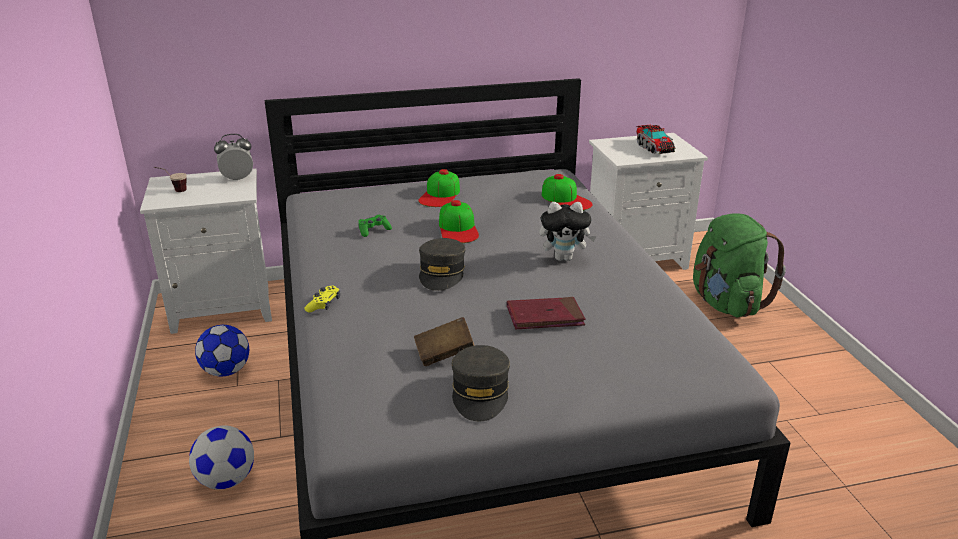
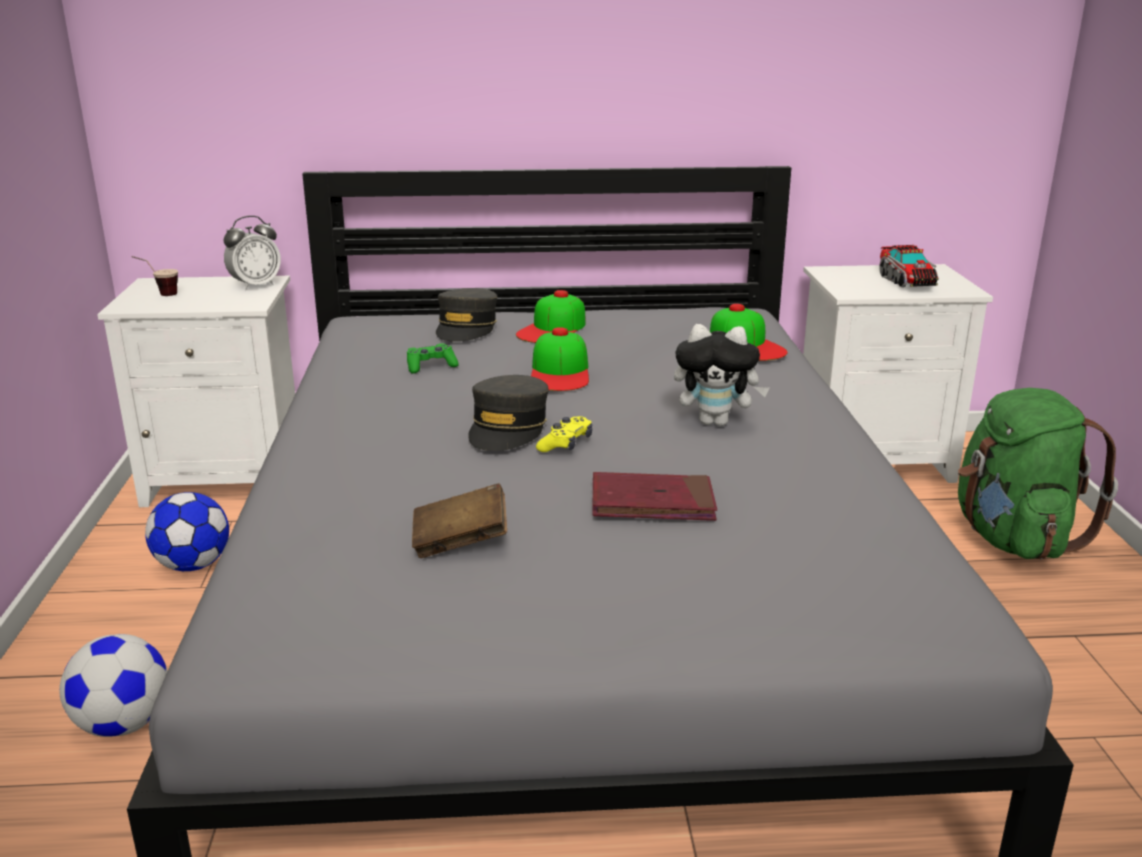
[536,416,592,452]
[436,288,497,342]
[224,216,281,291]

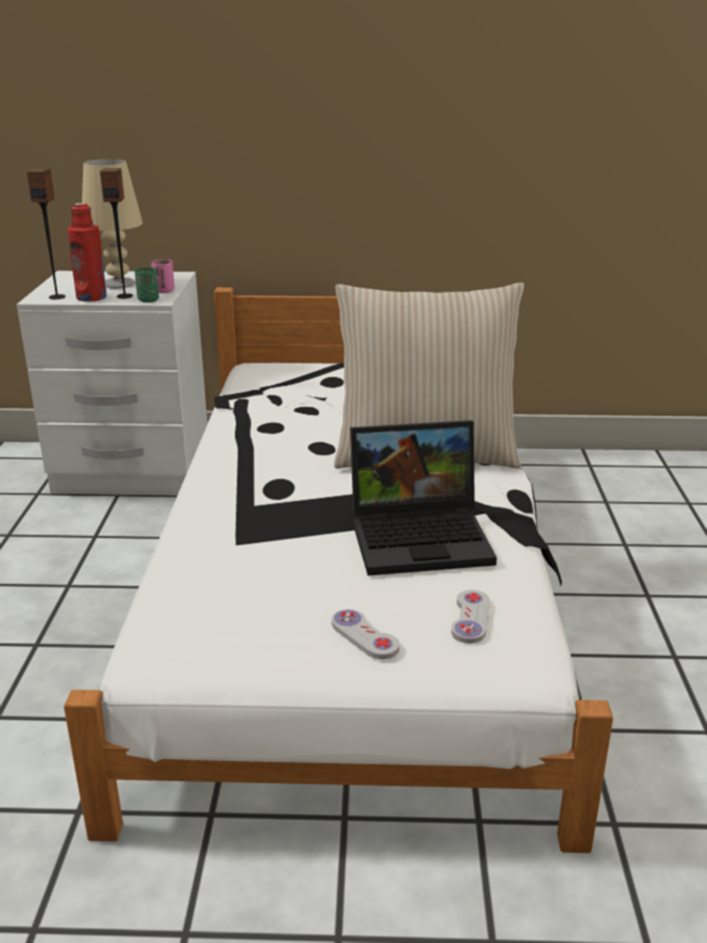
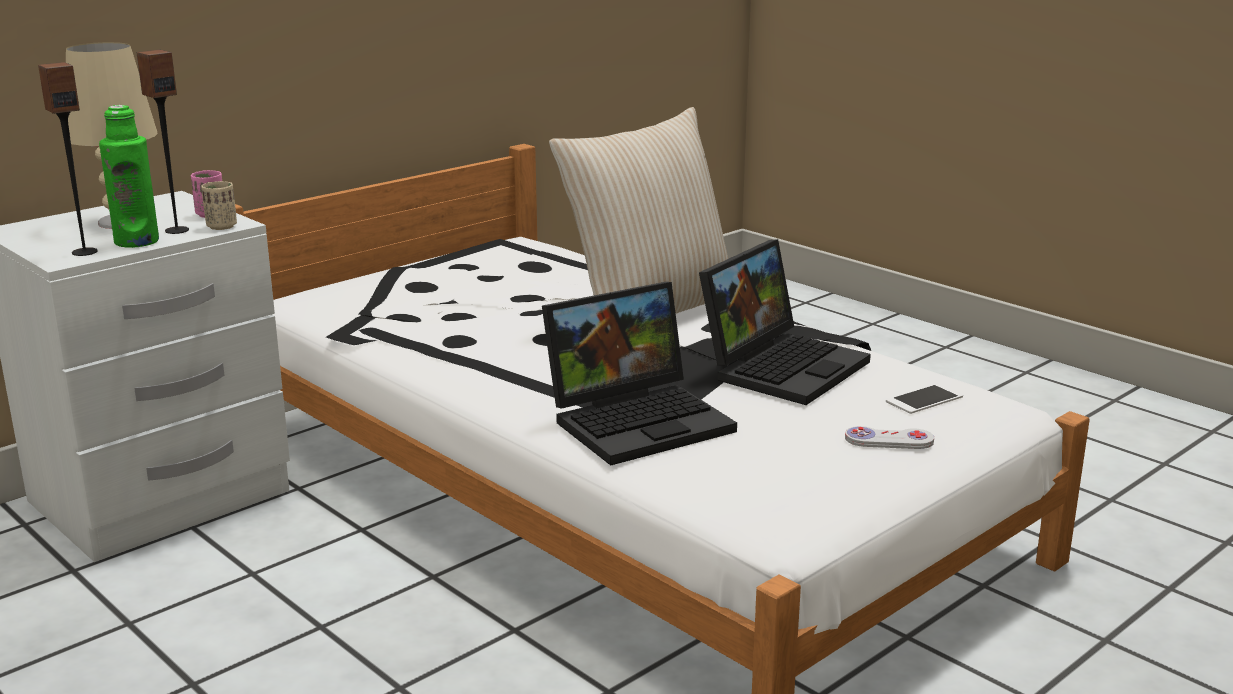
[542,282,737,465]
[886,384,963,414]
[99,105,159,248]
[201,181,237,230]

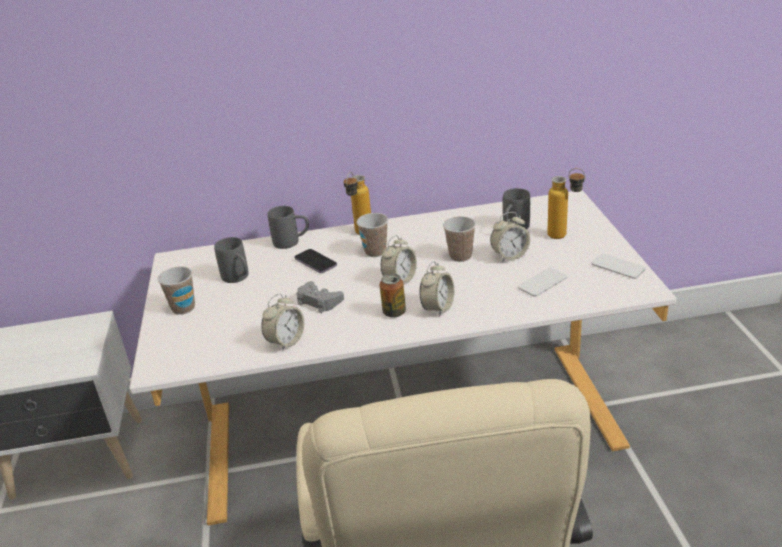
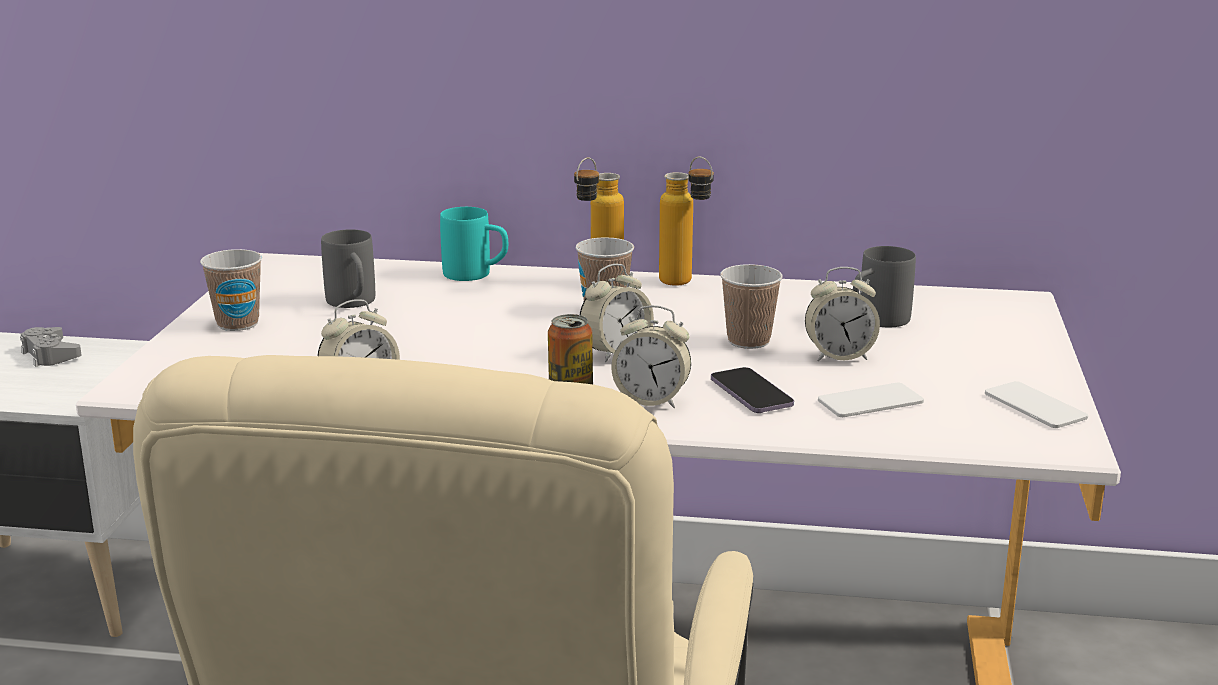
[711,367,794,413]
[20,327,82,367]
[659,157,714,286]
[440,207,508,281]
[611,305,691,408]

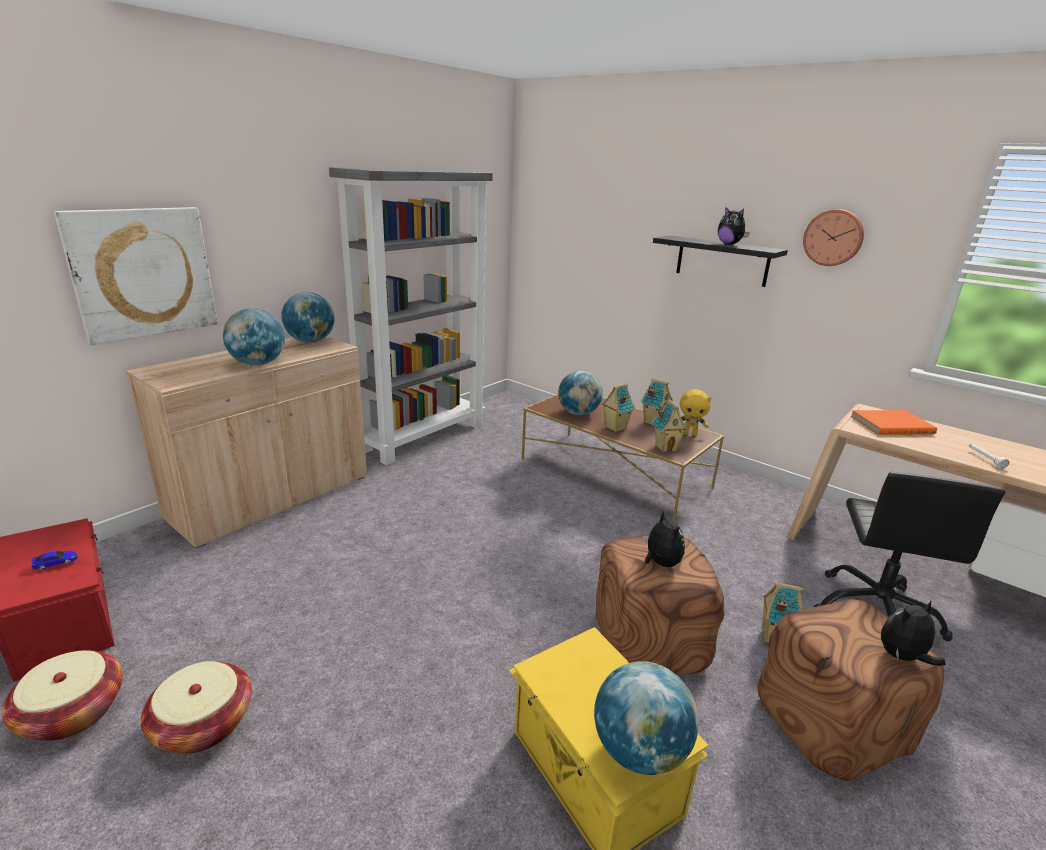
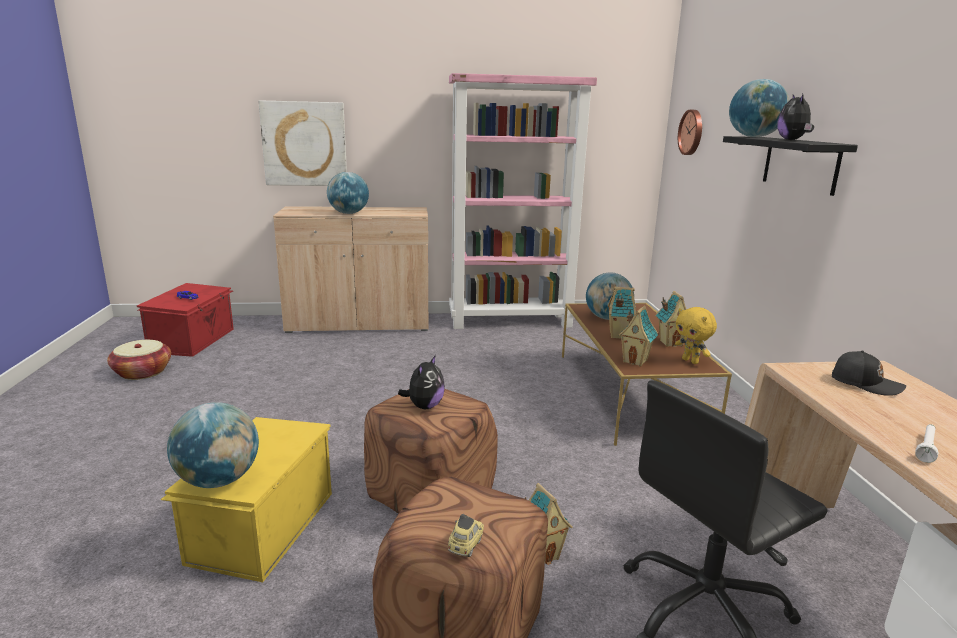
[141,661,252,754] (first image)
[729,79,789,137]
[678,110,702,155]
[832,350,906,396]
[448,514,484,557]
[449,73,597,329]

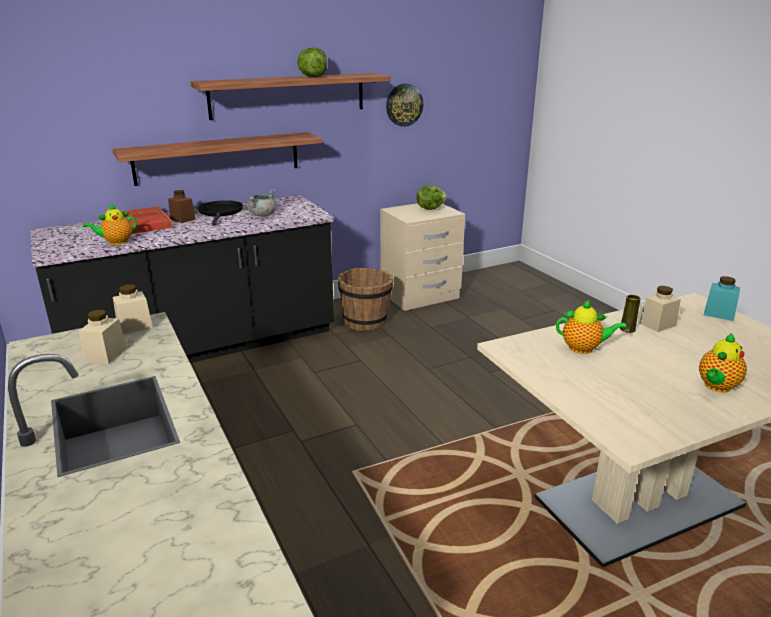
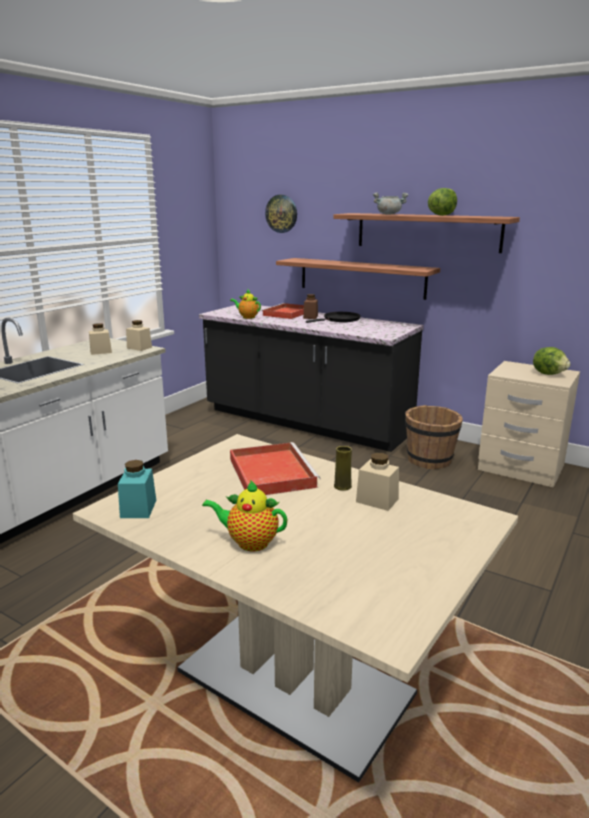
[373,193,408,215]
[265,195,297,233]
[118,460,156,518]
[230,442,320,495]

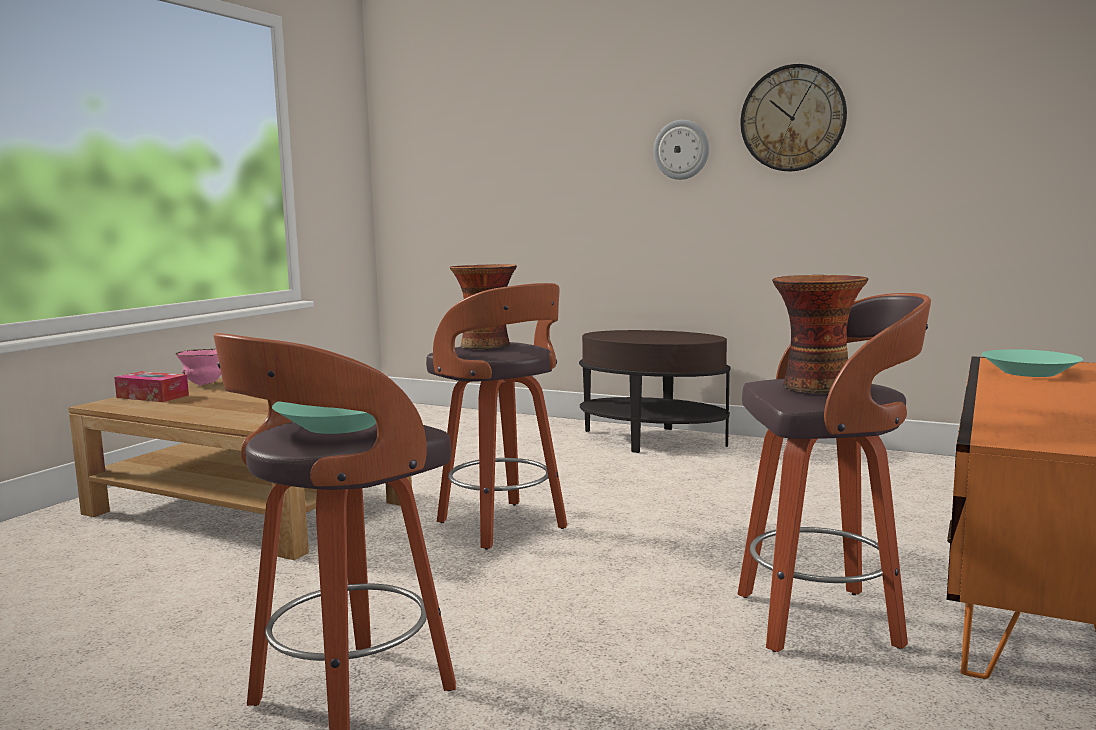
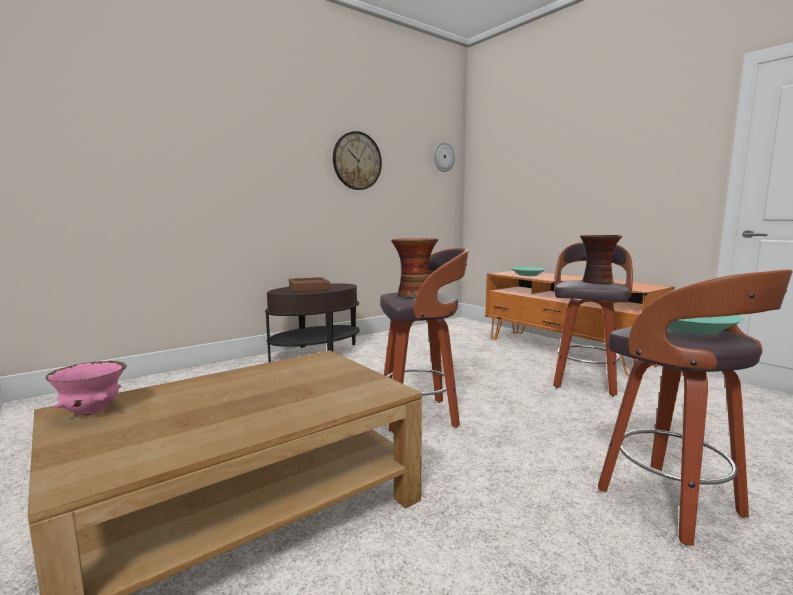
[114,371,189,402] (first image)
[289,277,330,292]
[433,142,455,172]

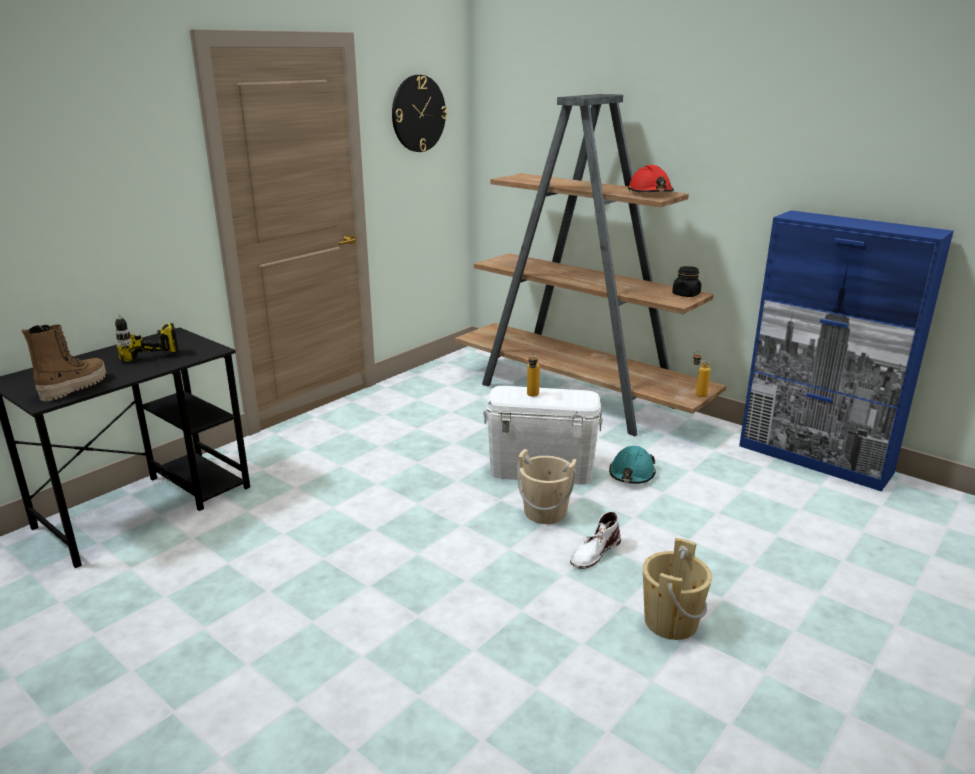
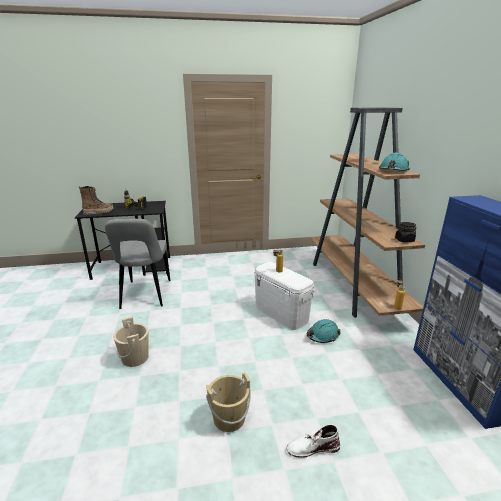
[392,75,447,152] (first image)
[105,219,170,309]
[113,317,149,367]
[286,424,340,458]
[379,153,410,171]

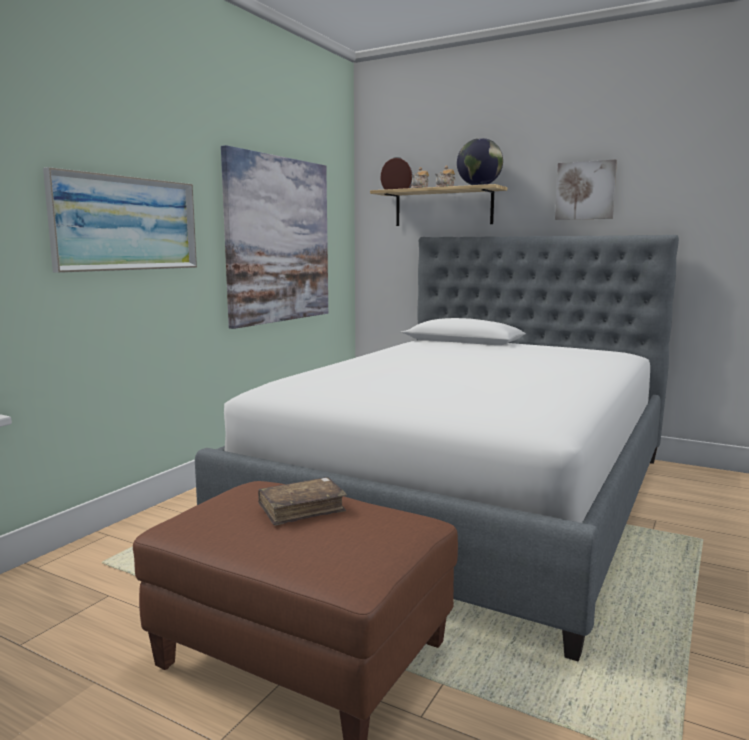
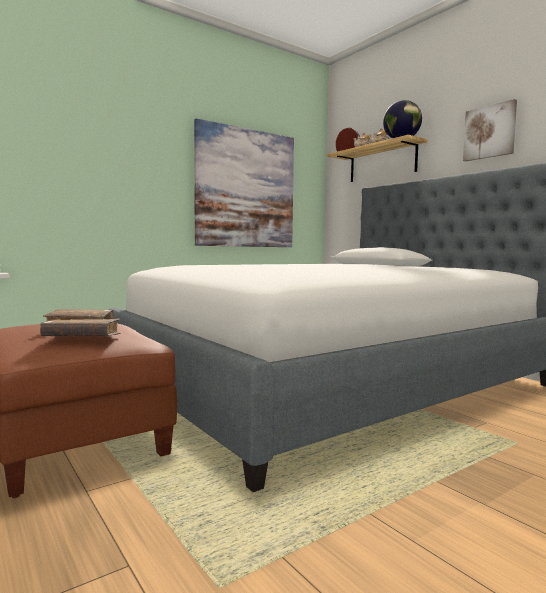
[43,167,197,273] (first image)
[40,319,120,336]

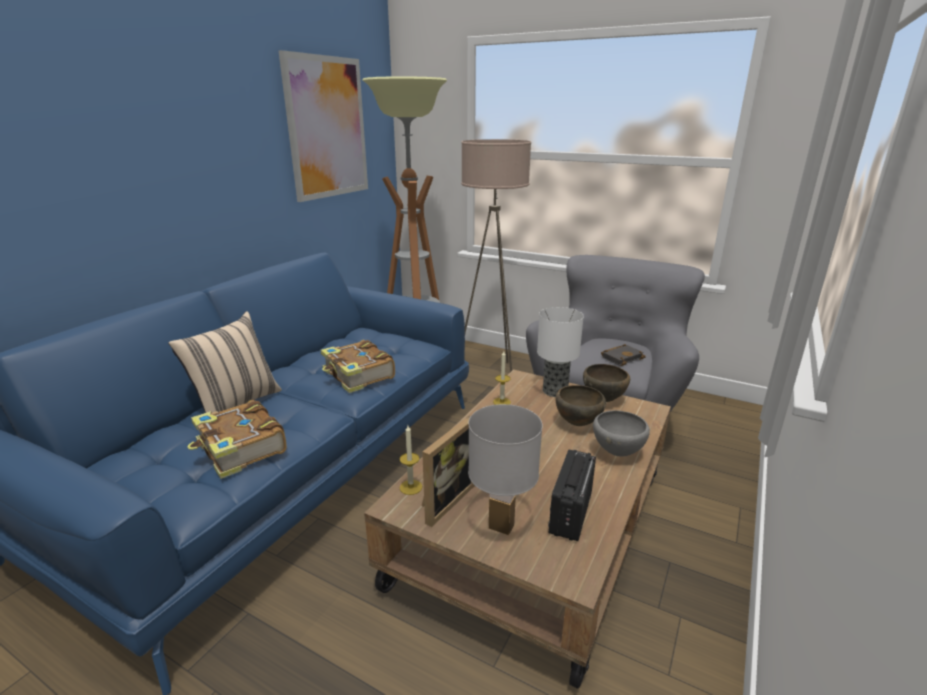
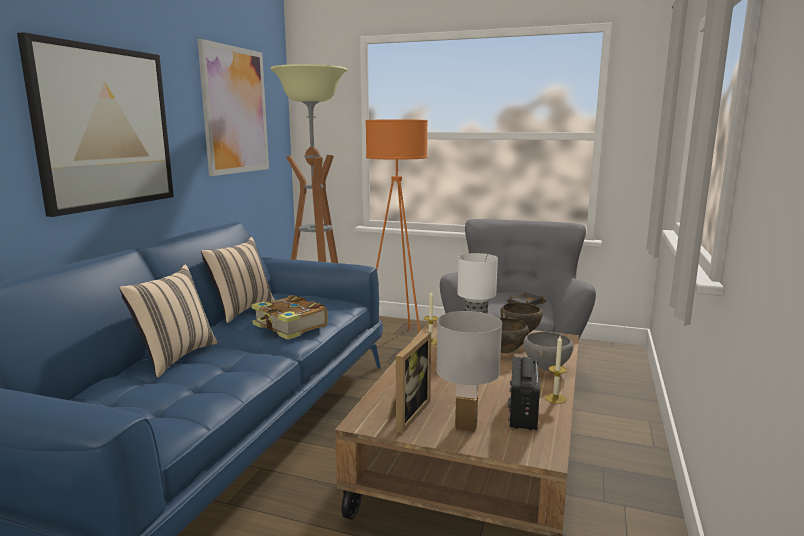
[187,400,287,479] (first image)
[17,32,174,217]
[201,237,275,323]
[545,336,567,404]
[365,119,428,333]

